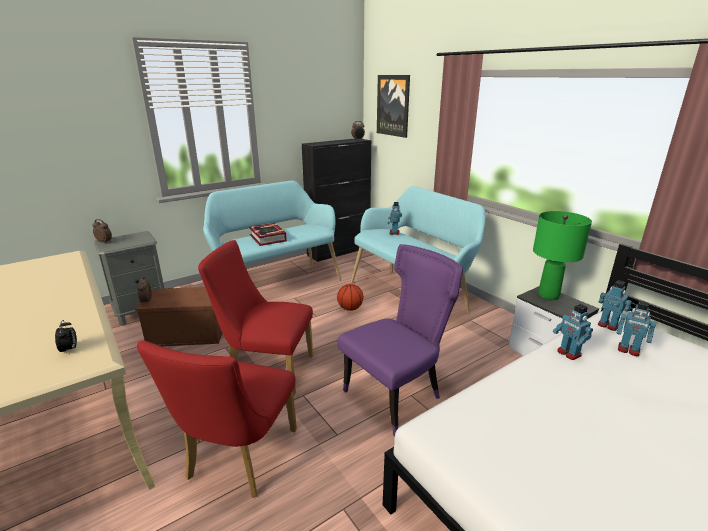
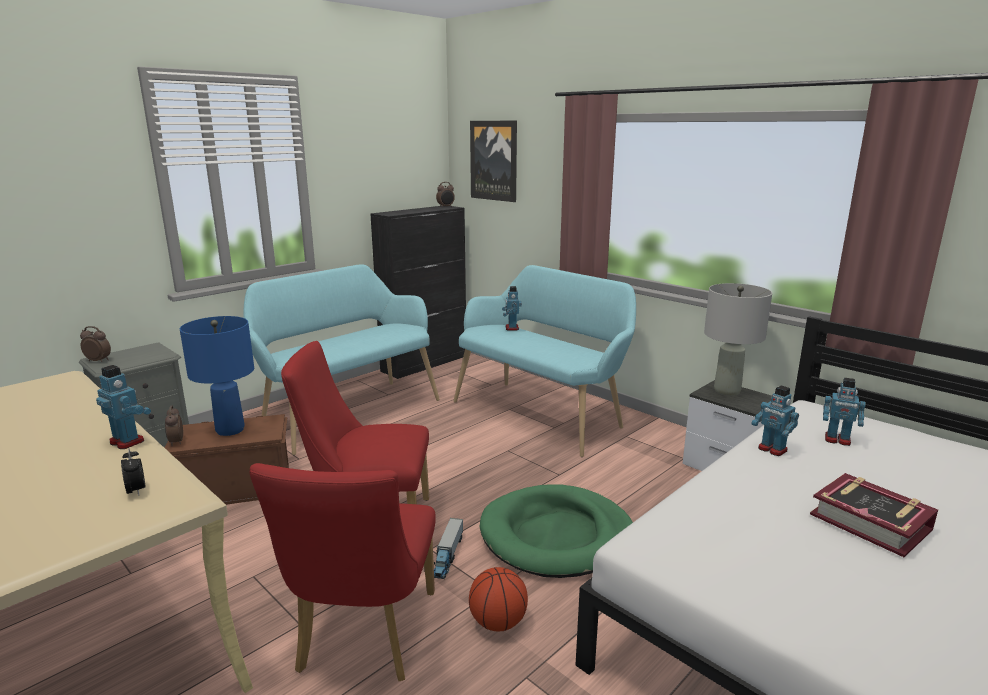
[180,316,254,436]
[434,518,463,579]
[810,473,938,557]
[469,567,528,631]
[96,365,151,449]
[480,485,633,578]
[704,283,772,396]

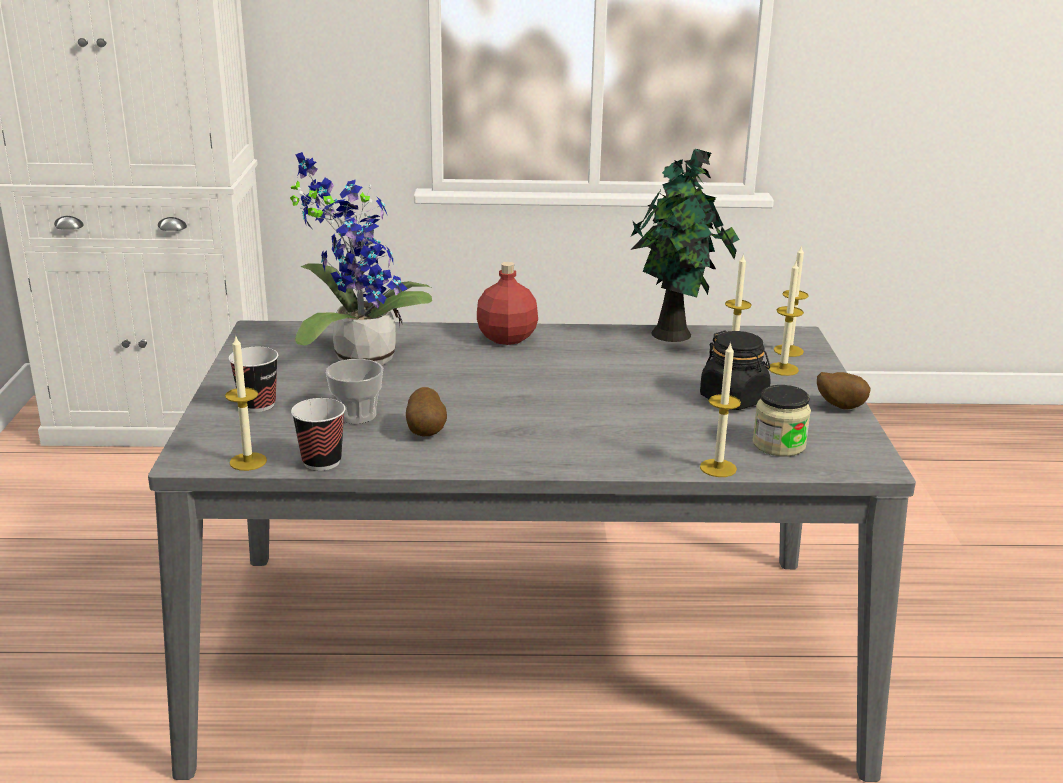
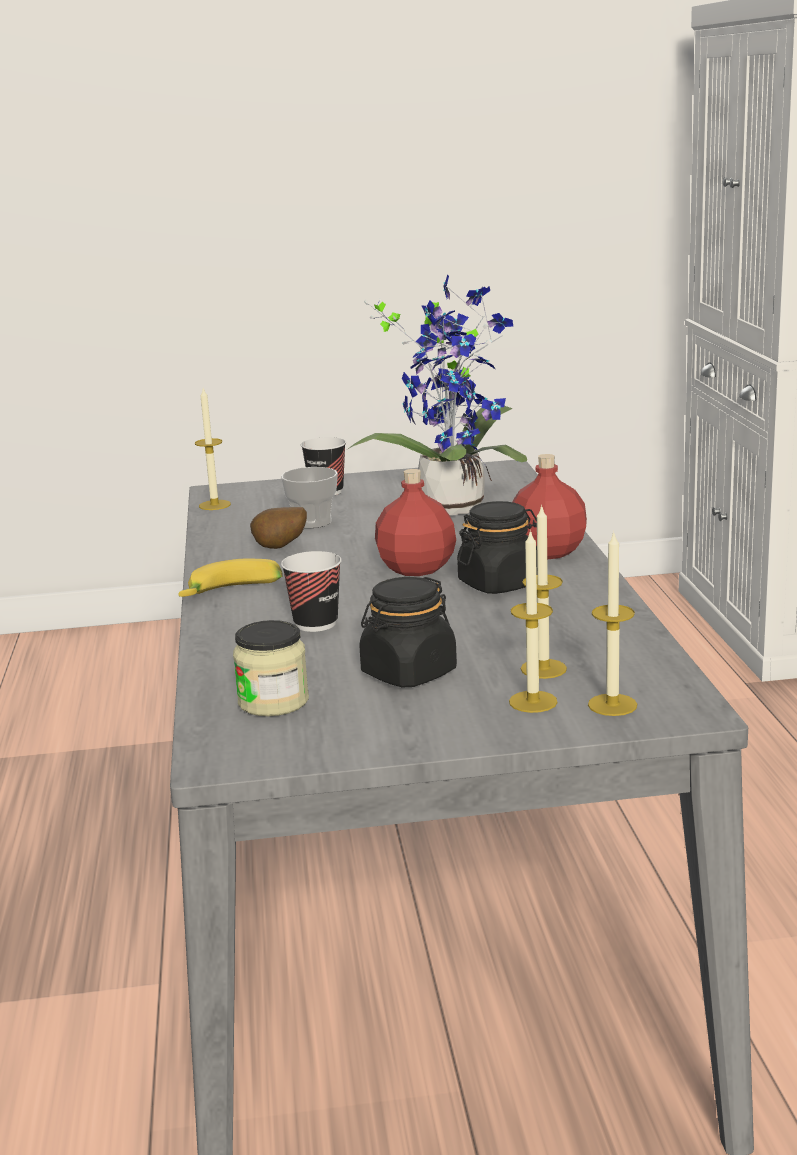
[631,149,740,342] (first image)
[700,342,741,477] (first image)
[817,372,870,410] (first image)
[179,559,282,597]
[375,469,456,576]
[457,501,537,594]
[281,551,342,632]

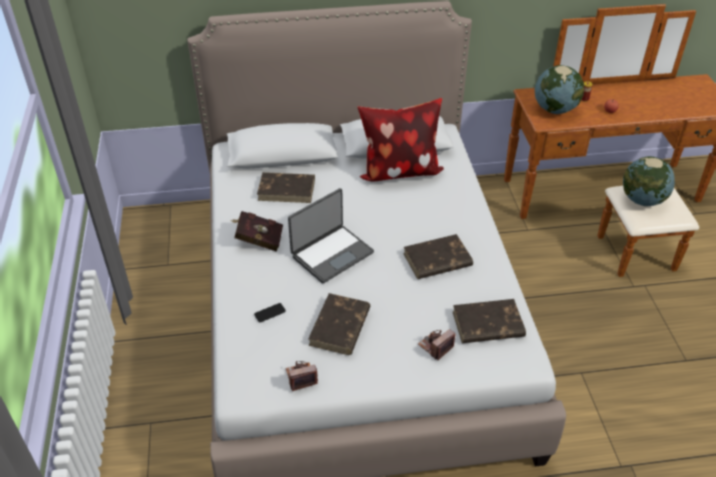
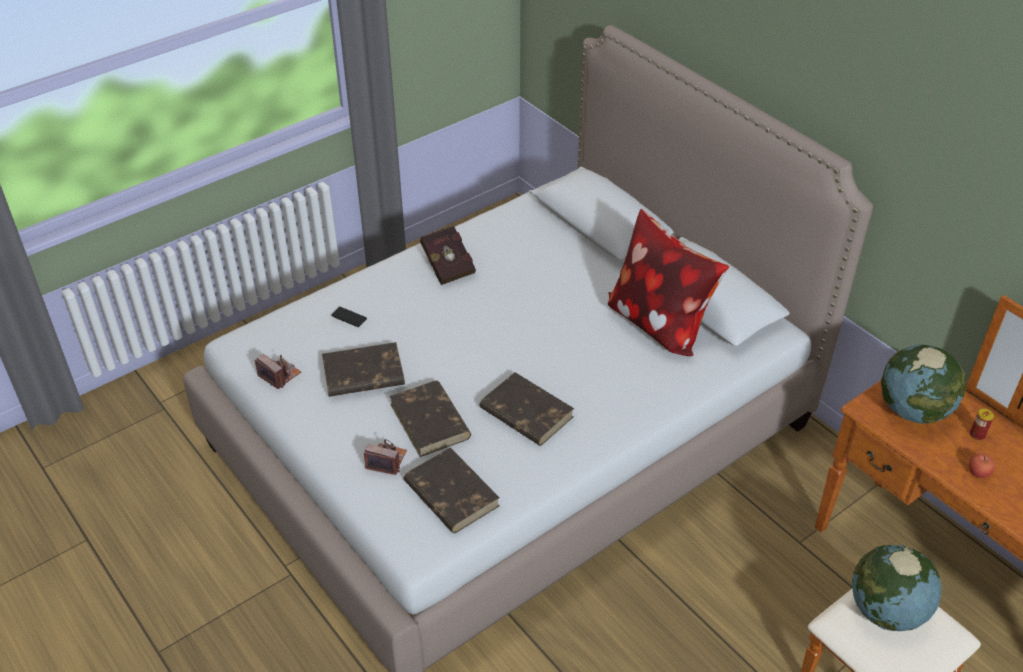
[288,188,374,283] (first image)
[390,381,471,457]

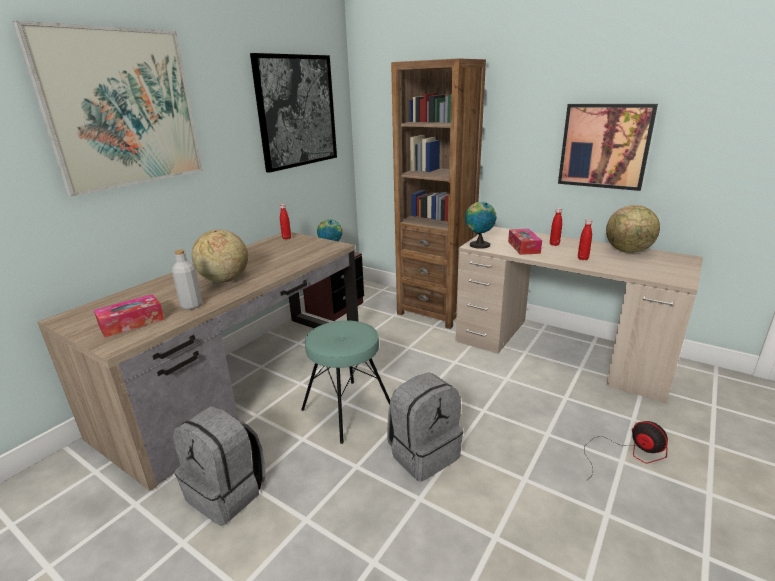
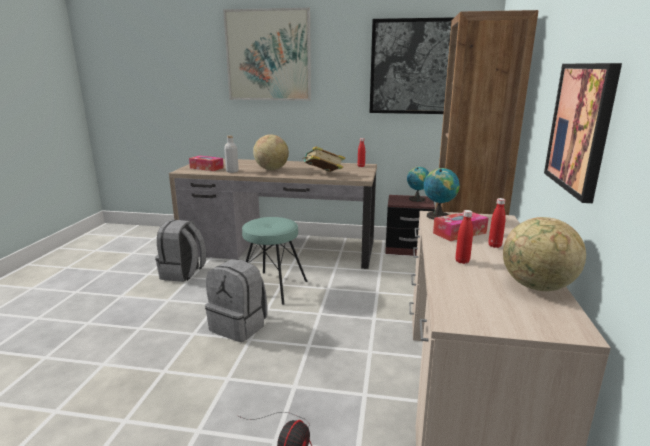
[302,146,345,172]

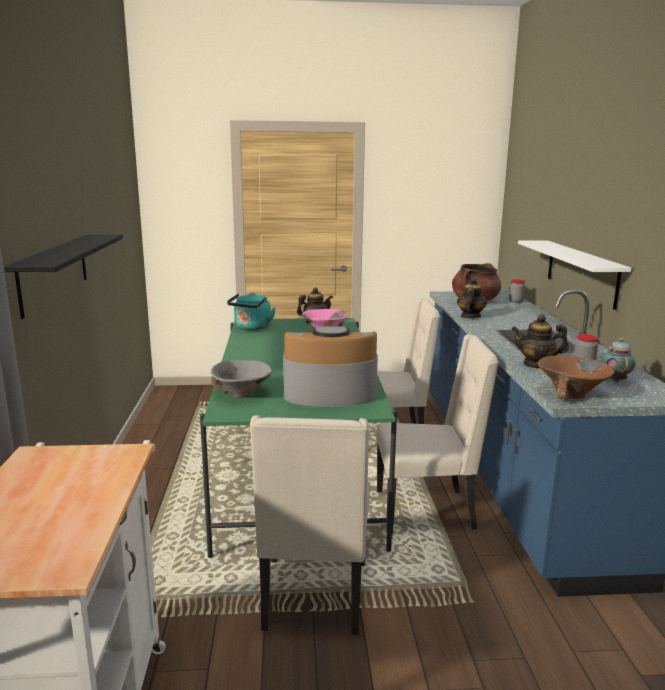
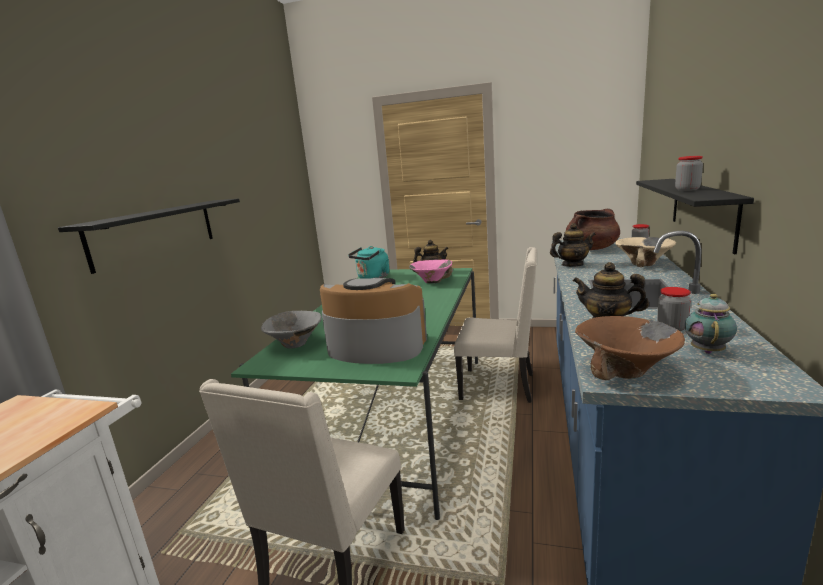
[376,334,499,534] (first image)
[615,237,676,267]
[675,156,703,191]
[636,179,754,254]
[550,223,596,267]

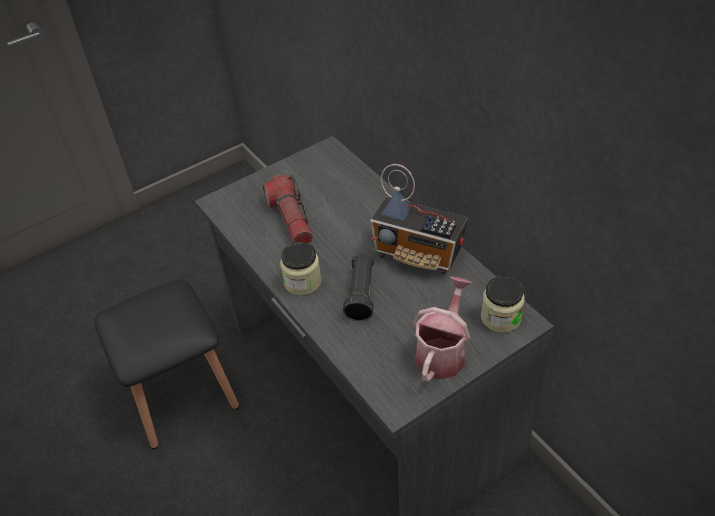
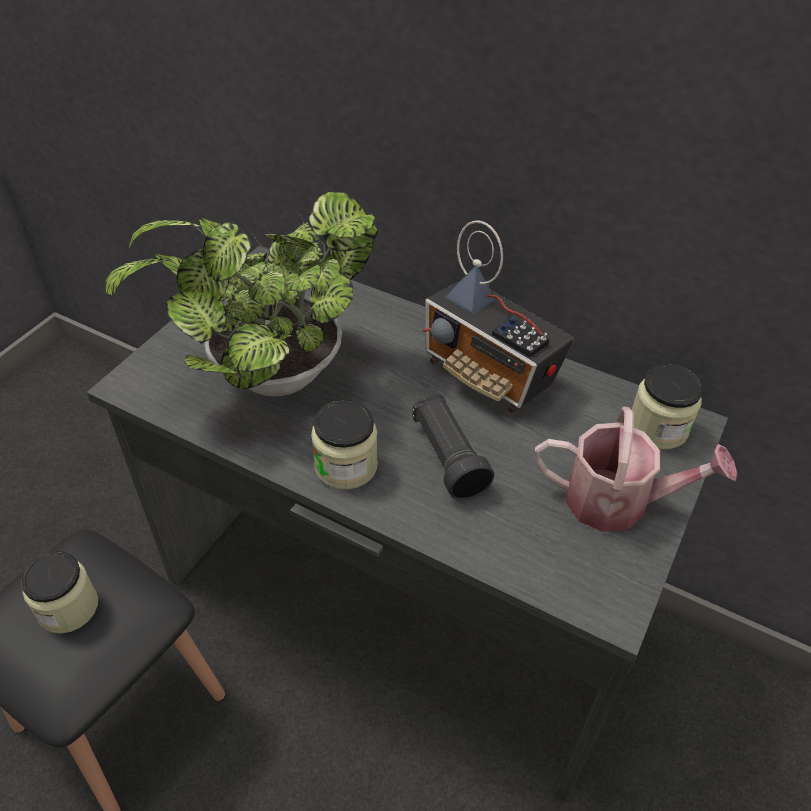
[21,551,98,634]
[105,191,378,397]
[423,220,574,413]
[534,406,737,532]

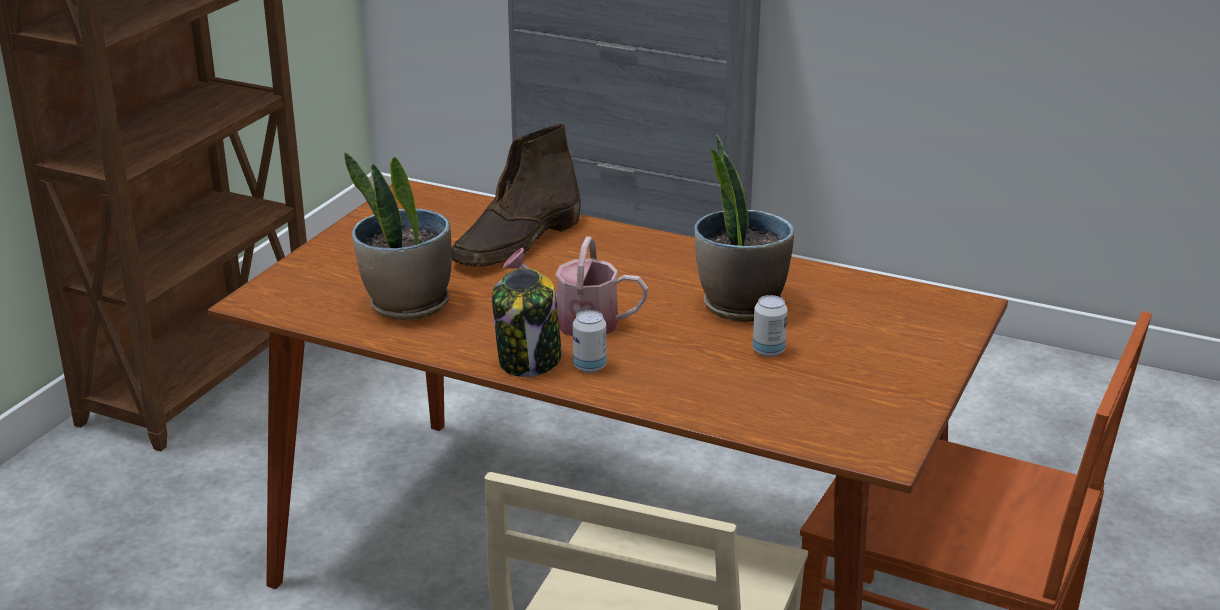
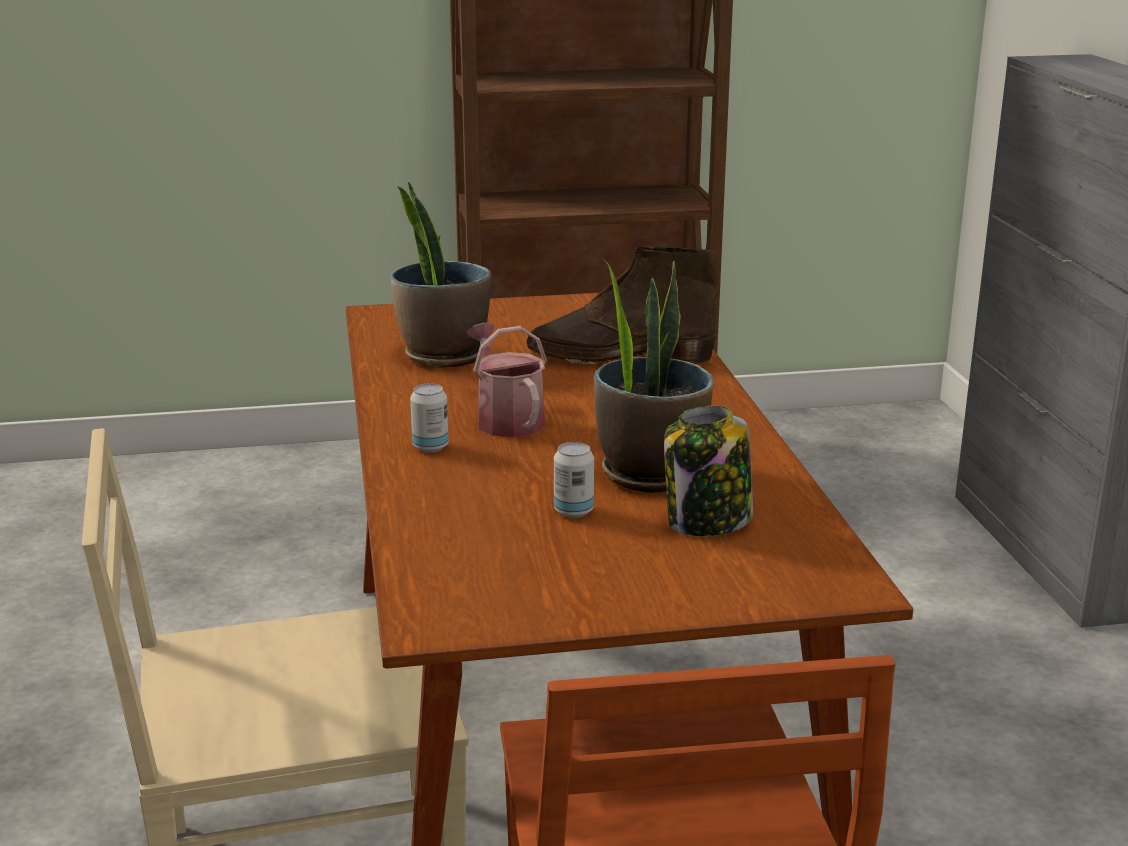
[664,406,753,536]

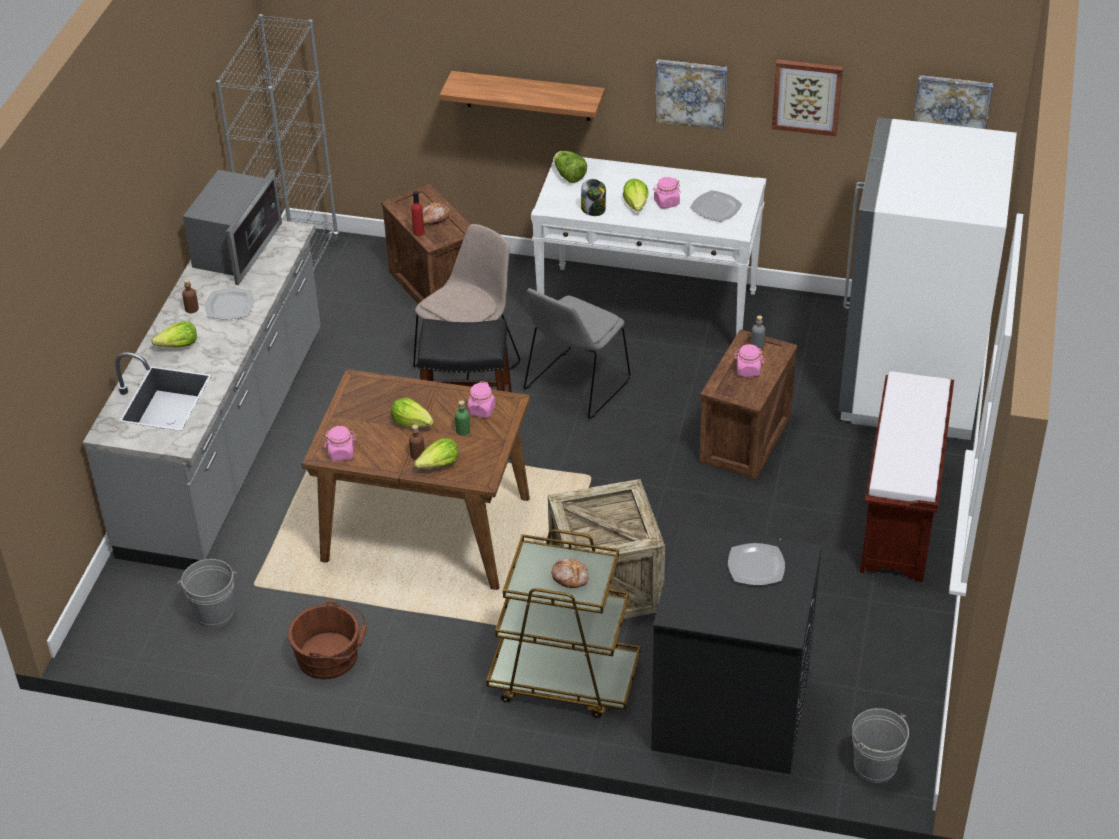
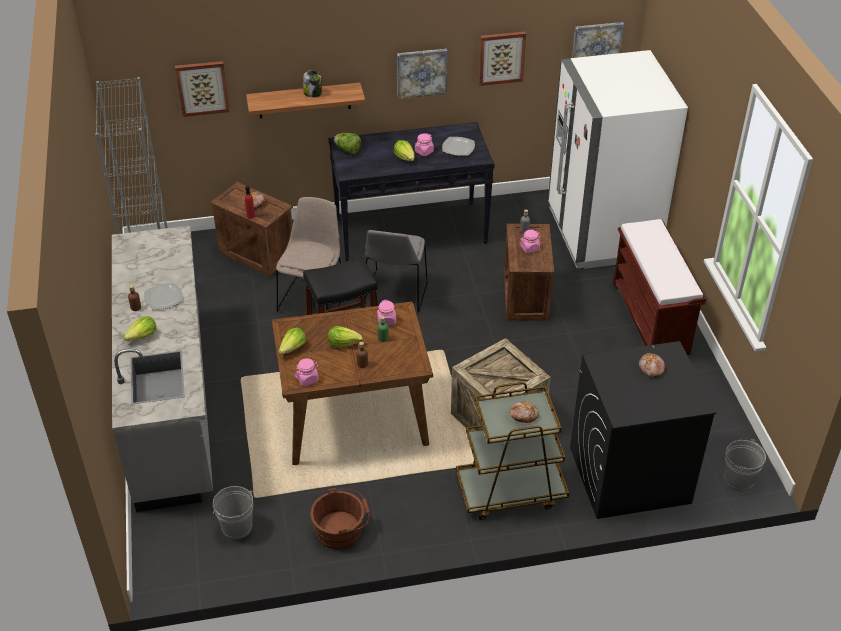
[183,169,282,285] (first image)
[175,61,230,117]
[278,327,306,355]
[303,70,322,98]
[639,353,665,378]
[328,122,495,261]

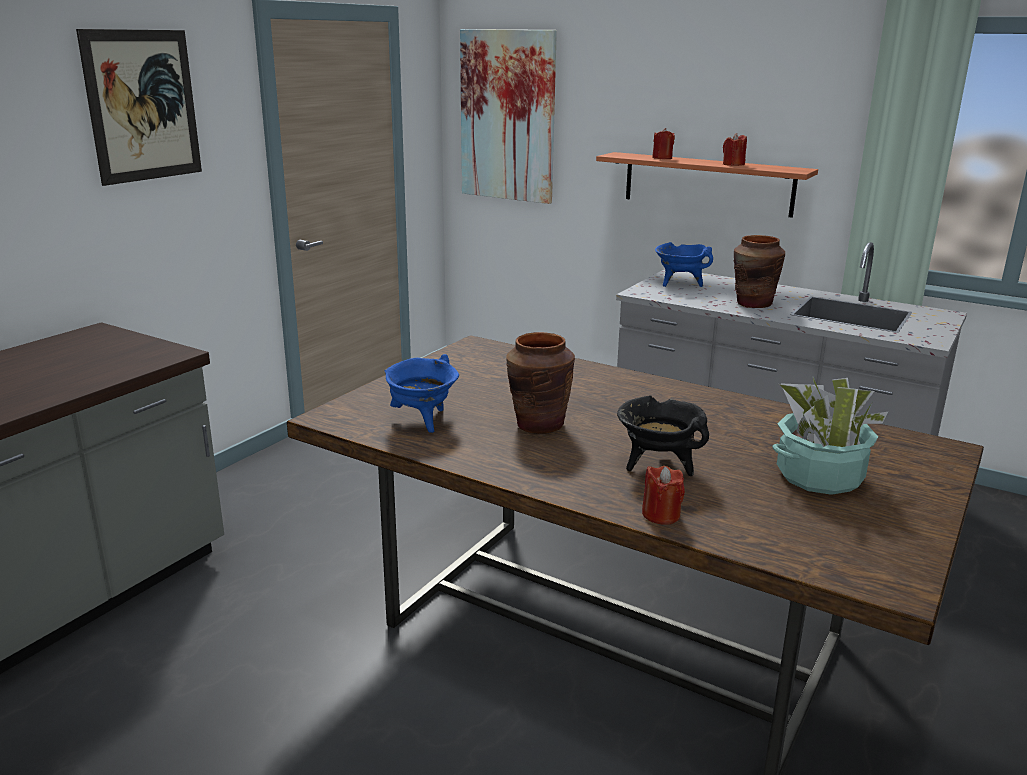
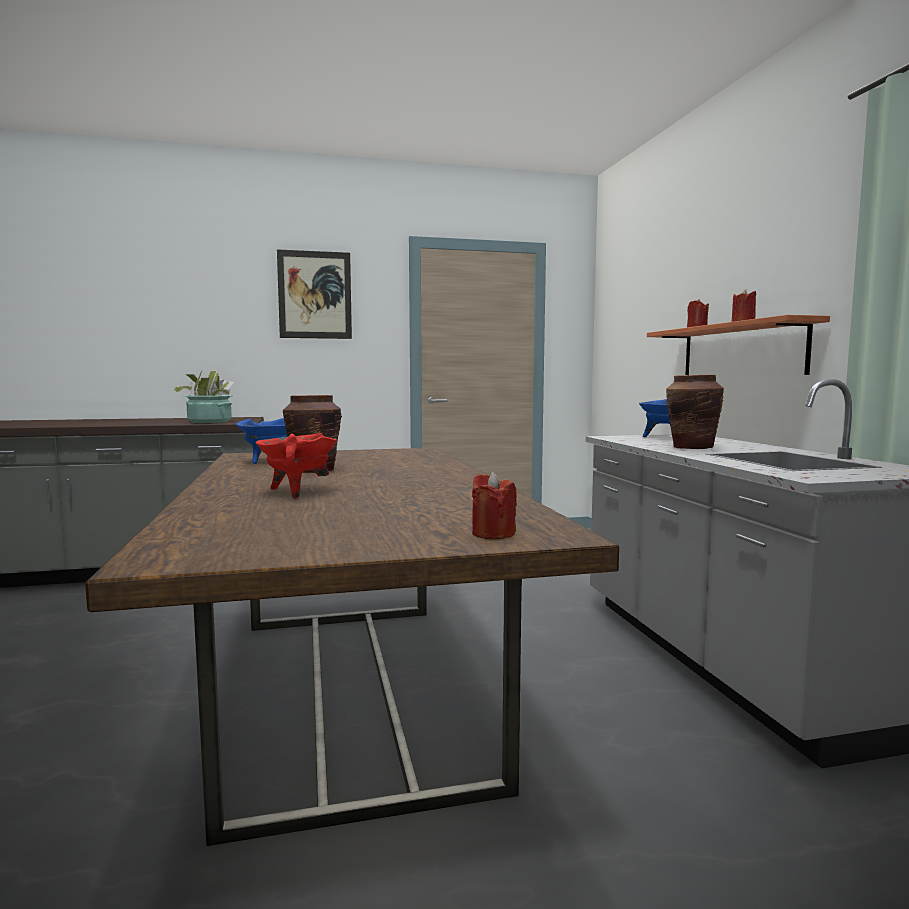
[460,29,557,204] (first image)
[472,472,517,539]
[170,371,234,423]
[256,433,338,499]

